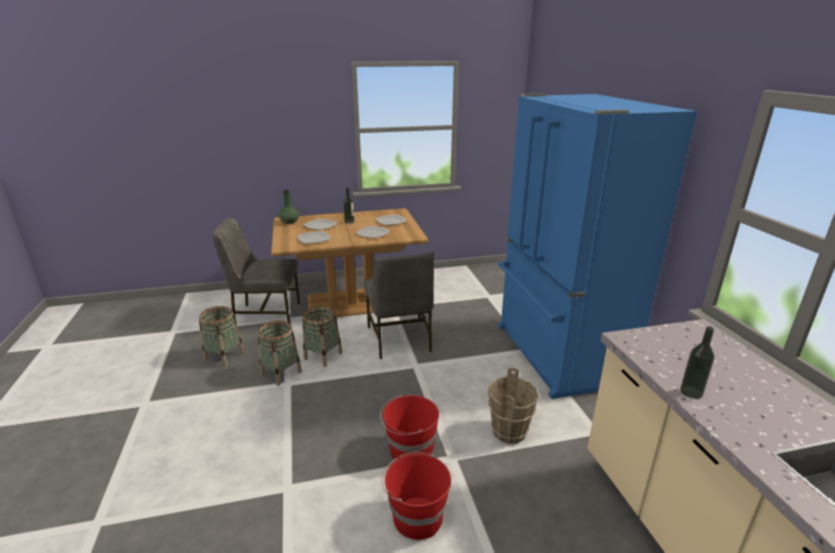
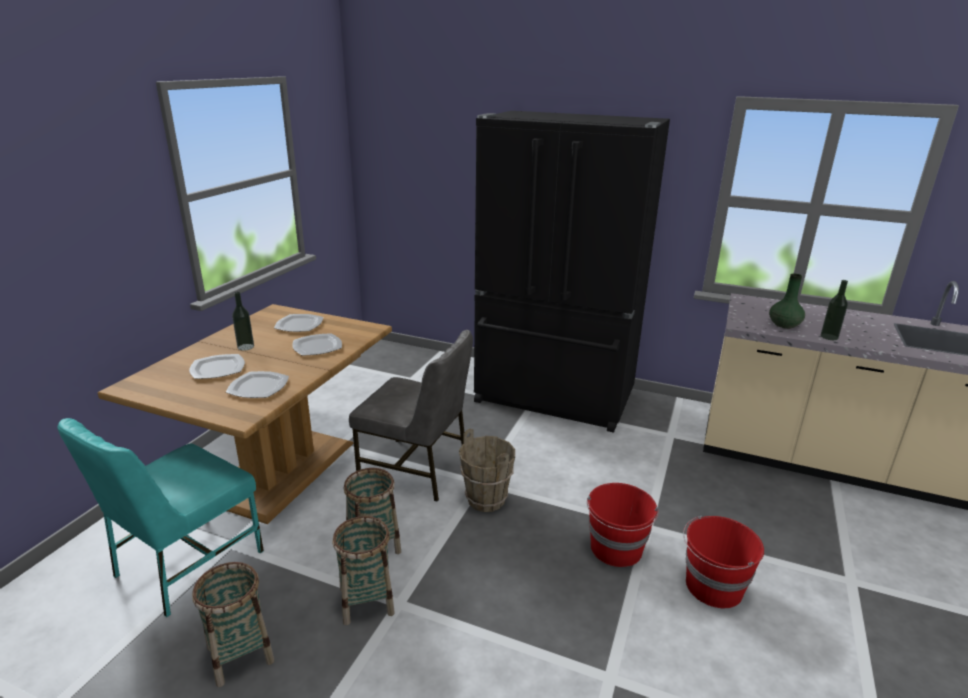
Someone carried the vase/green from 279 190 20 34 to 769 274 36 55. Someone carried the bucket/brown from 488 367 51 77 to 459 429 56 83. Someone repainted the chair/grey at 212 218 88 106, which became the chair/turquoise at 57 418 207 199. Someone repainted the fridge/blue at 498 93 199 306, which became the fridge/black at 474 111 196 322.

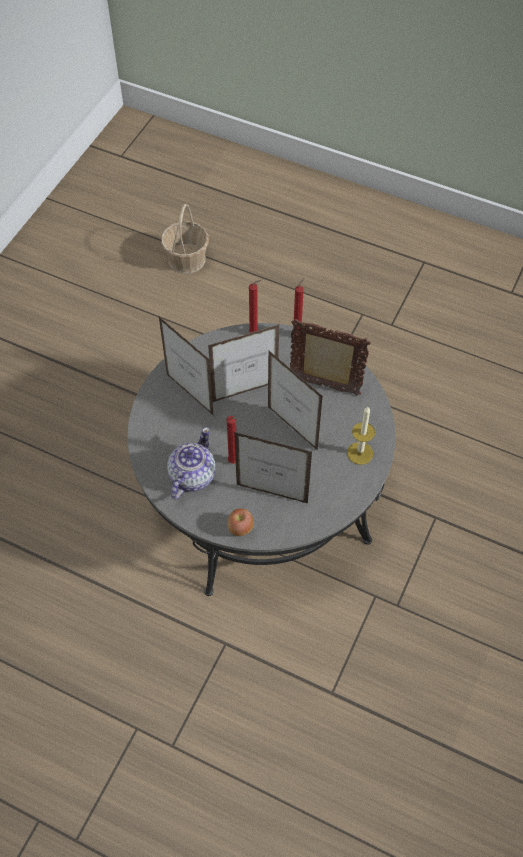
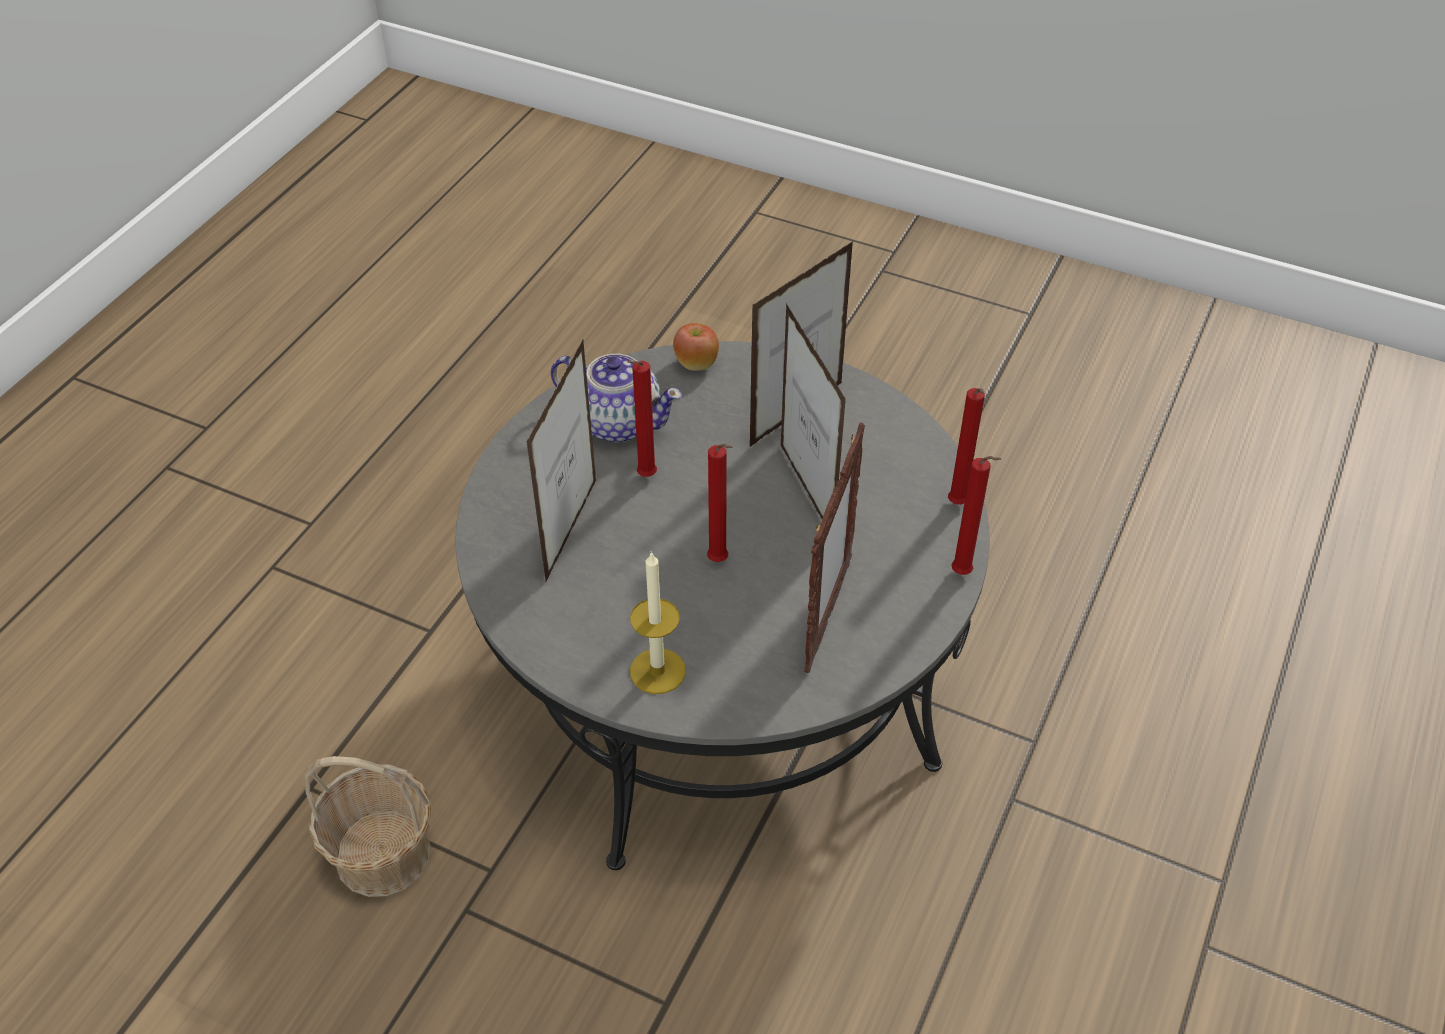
Someone carried the basket from 161 204 48 70 to 305 756 126 141. Someone carried the apple from 227 509 27 27 to 673 323 46 48. Someone swapped the picture frame at 268 350 55 101 for the candle/red at 707 444 25 118.

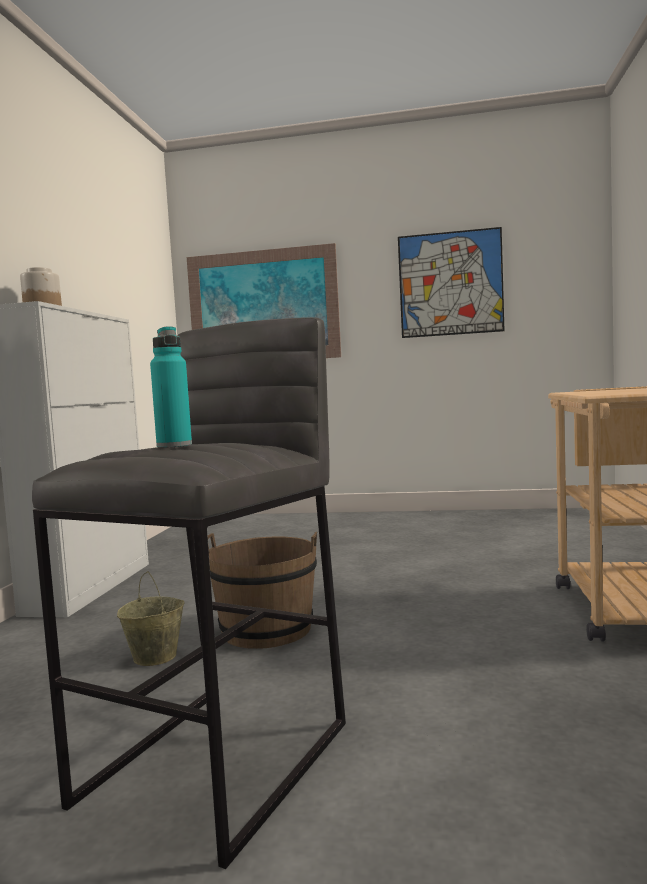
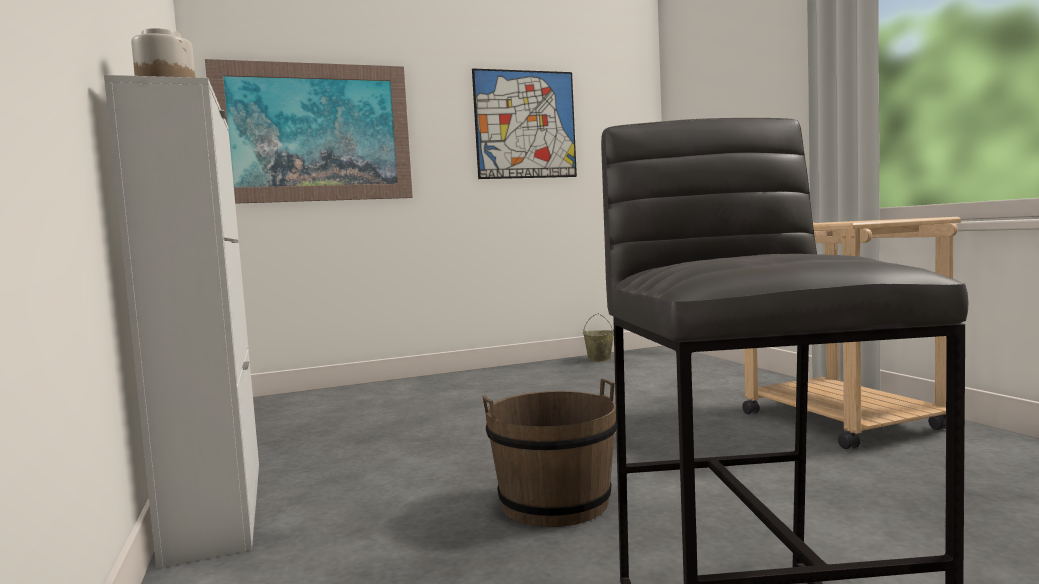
Someone took away the bottle/turquoise at 150 326 42 121. Someone carried the bucket/beige from 117 571 68 95 to 583 313 31 49.

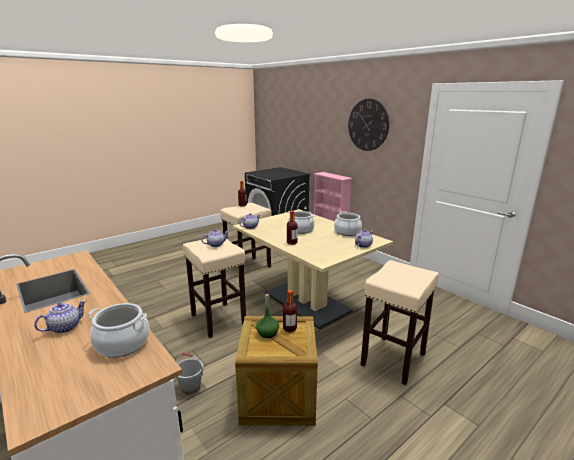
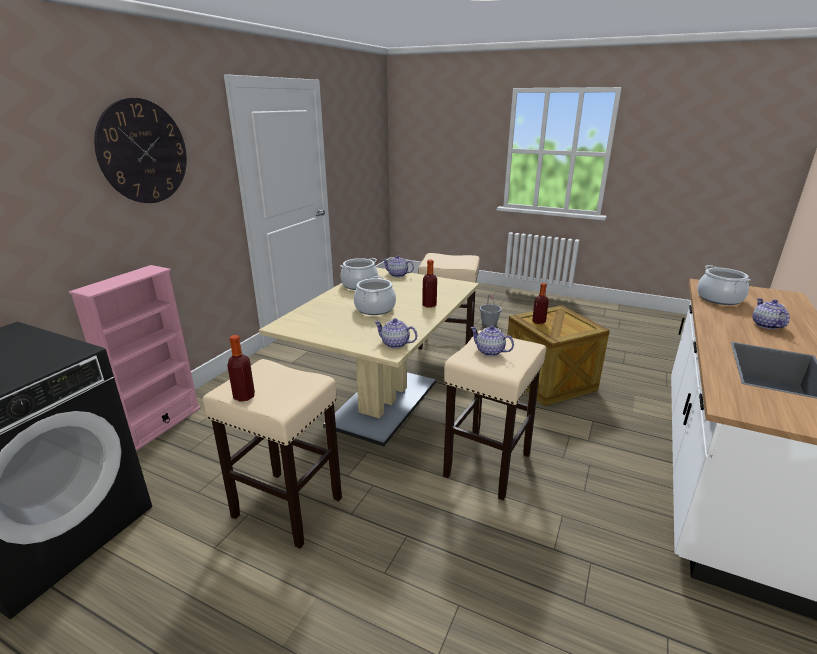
Someone took away the bottle/green at 256 294 23 44. Someone carried the bucket/grey from 175 352 29 42 to 480 294 22 33. Someone rotated the teapot at 34 300 53 33 by 75 degrees clockwise.

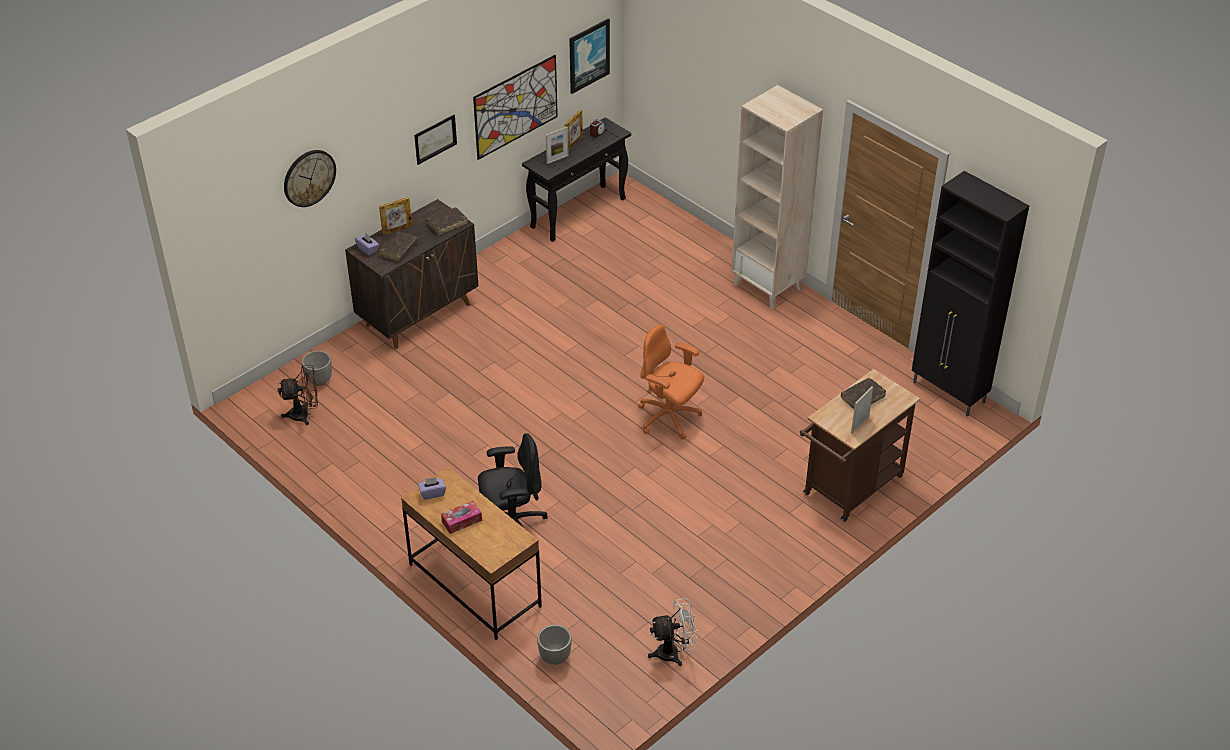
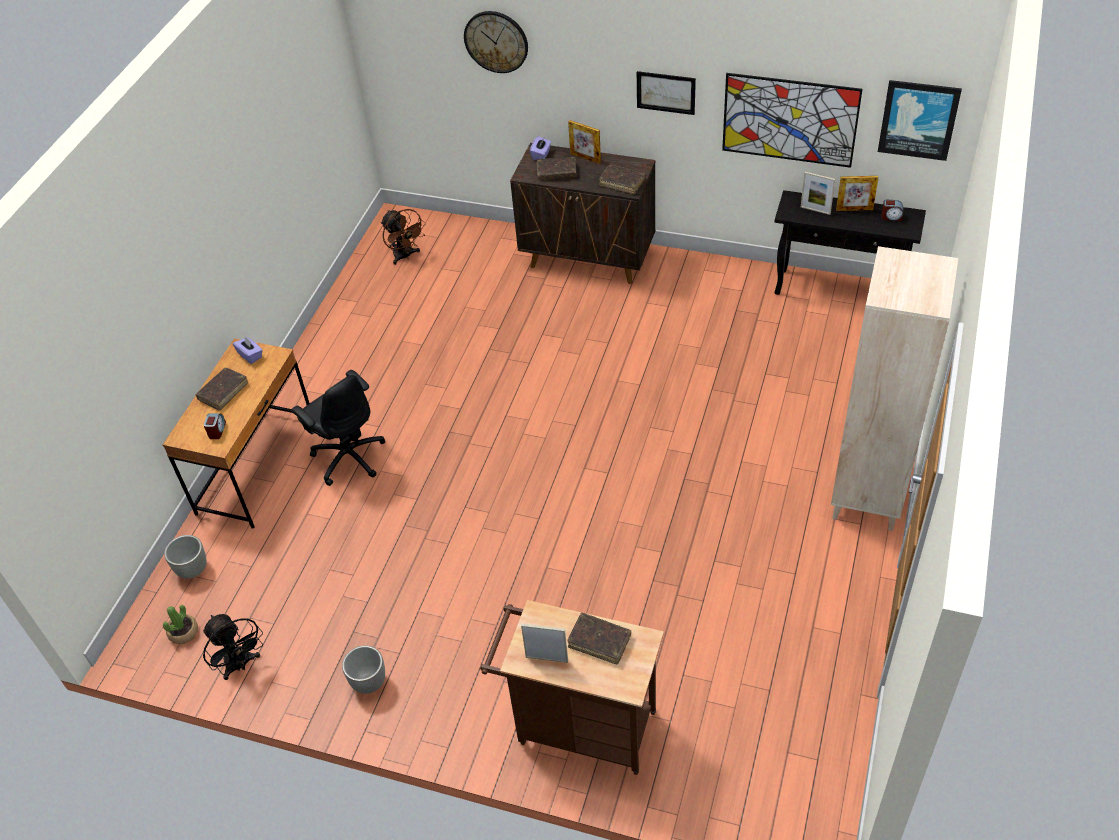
Someone took away the office chair/orange at 638 325 66 114. Someone took away the cabinet/black at 912 171 117 246. Someone put down the potted plant at 163 605 35 39. Someone put down the alarm clock at 204 413 22 26. Someone carried the planter from 302 351 30 35 to 342 645 43 49. Someone swapped the tissue box at 441 501 41 33 for the book/brown at 195 368 53 42. Someone repainted the fan/white at 648 598 50 68, which became the fan/black at 203 614 60 66.

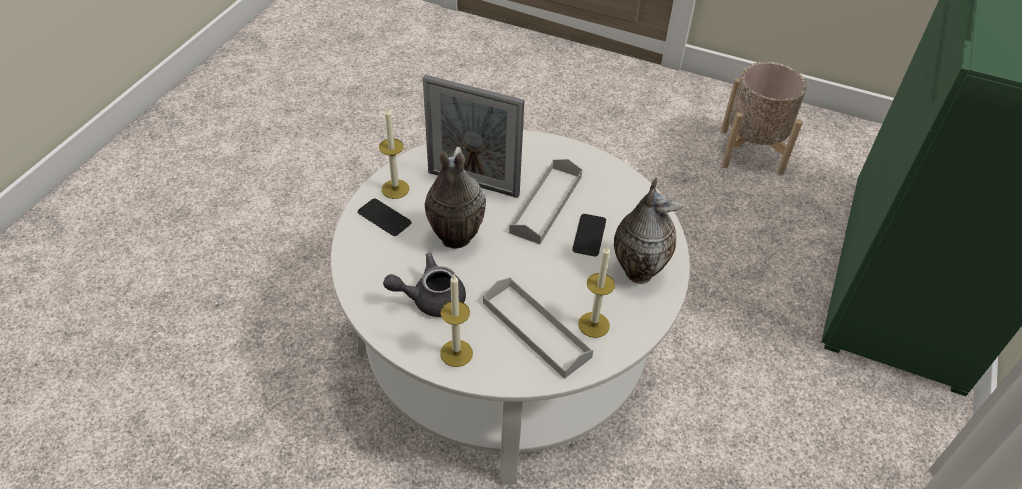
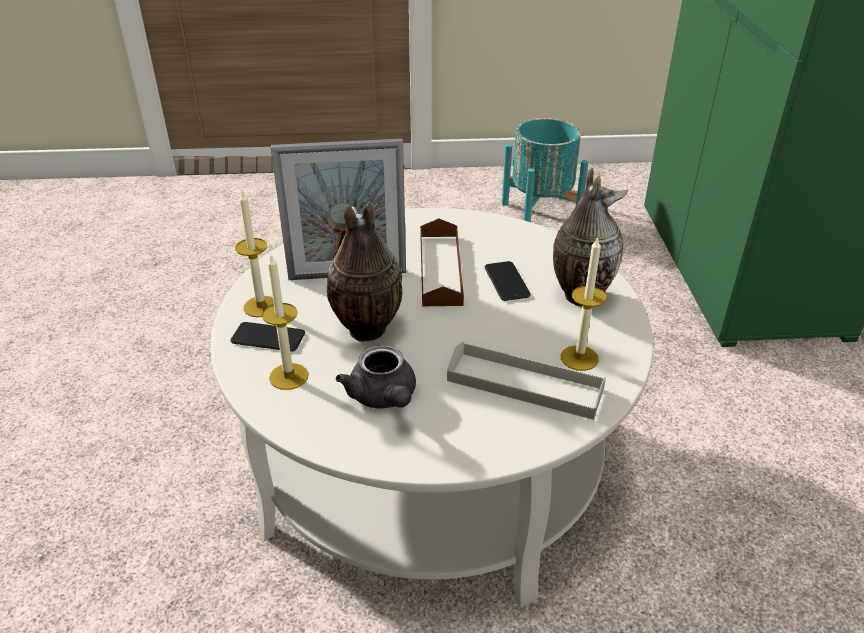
Someone carried the candle from 440 275 33 92 to 262 255 47 135. Someone repainted the tray/grey at 509 159 74 85, which became the tray/brown at 420 218 44 88. Someone repainted the planter/beige at 721 62 86 113, which became the planter/turquoise at 502 118 86 104. Someone rotated the teapot/grey at 383 253 83 64 by 75 degrees counterclockwise.

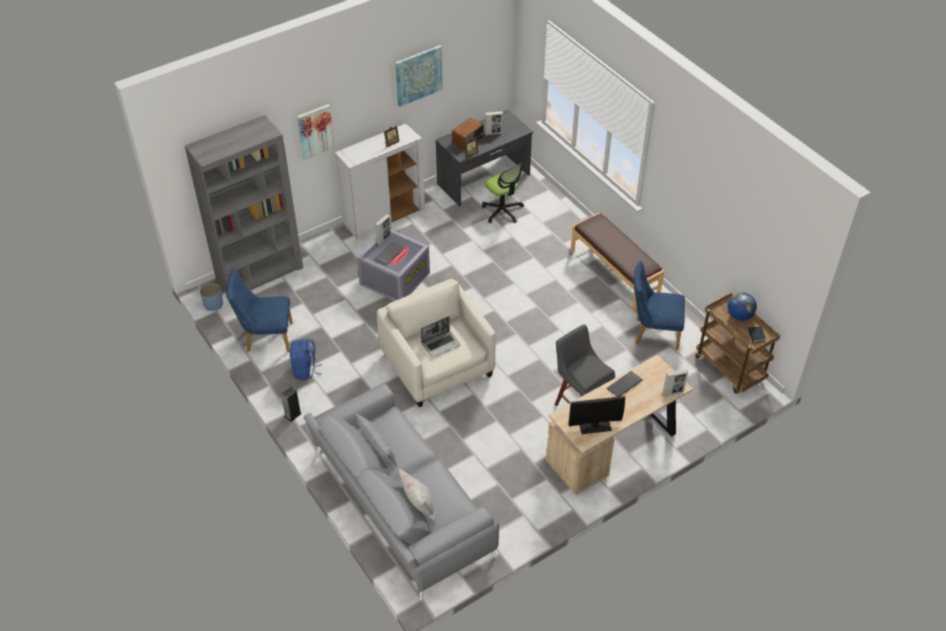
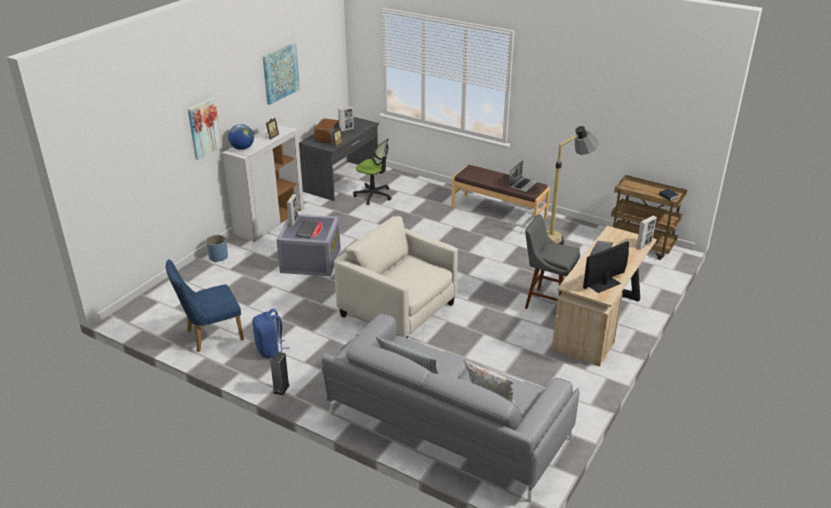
Someone took away the bookcase/grey at 185 115 118 177. Someone carried the planter/blue from 200 283 23 28 to 206 235 22 27. Someone carried the laptop from 421 316 40 41 to 509 161 29 31. Someone carried the globe from 728 292 29 29 to 228 124 26 26. Someone swapped the chair/blue at 634 261 51 89 for the floor lamp at 546 126 53 119.

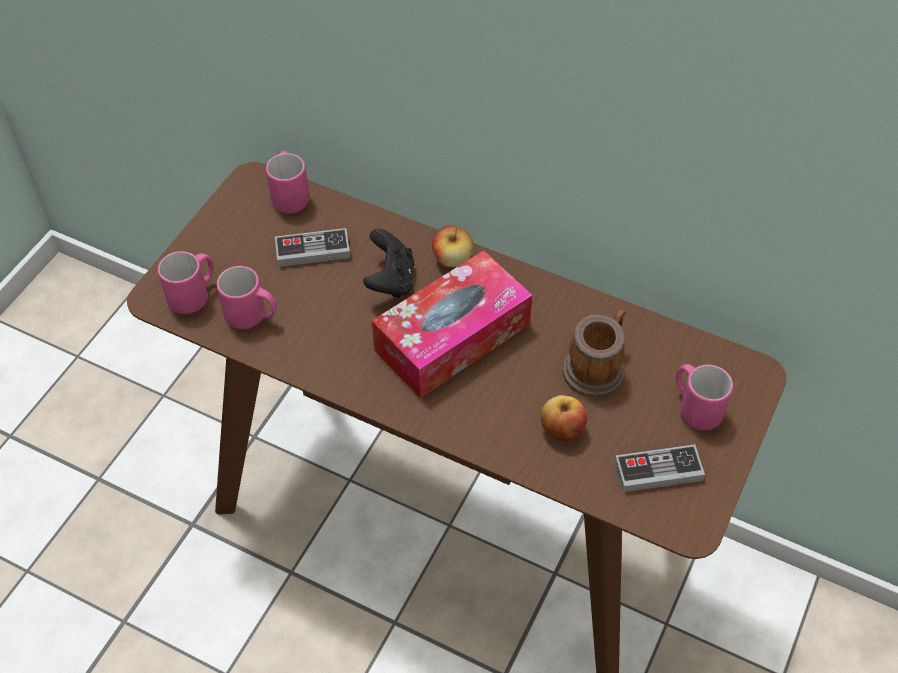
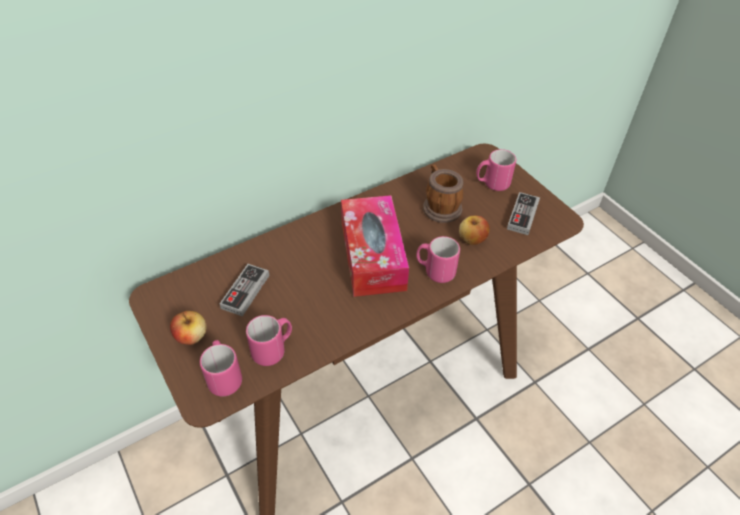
Someone took away the game controller/black at 363 229 51 69. Someone carried the mug/pink from 266 151 43 62 to 416 236 44 47. Someone carried the apple from 432 225 42 42 to 170 311 36 34.

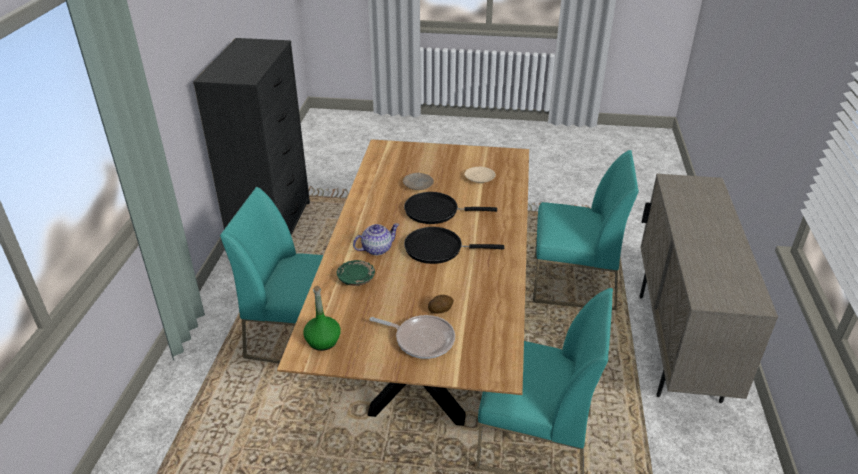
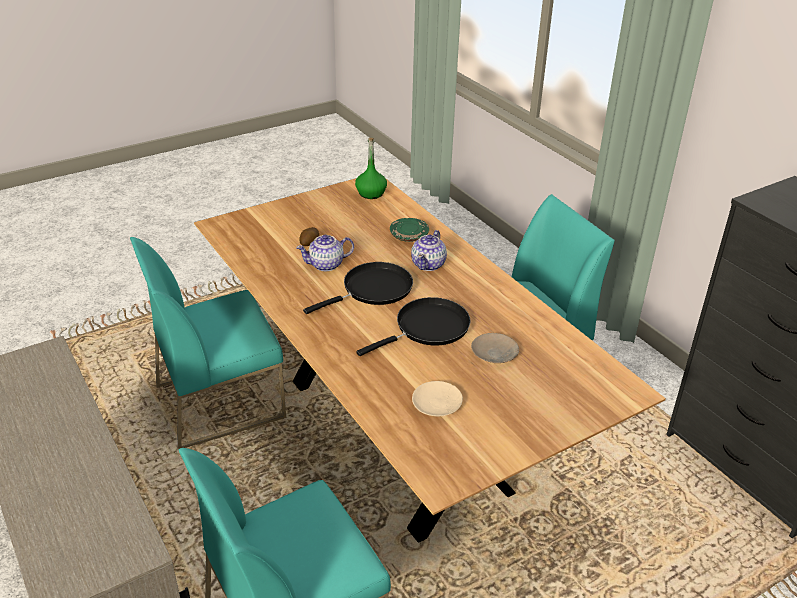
Someone took away the frying pan at 369 315 86 44. Someone put down the teapot at 296 235 58 36.

